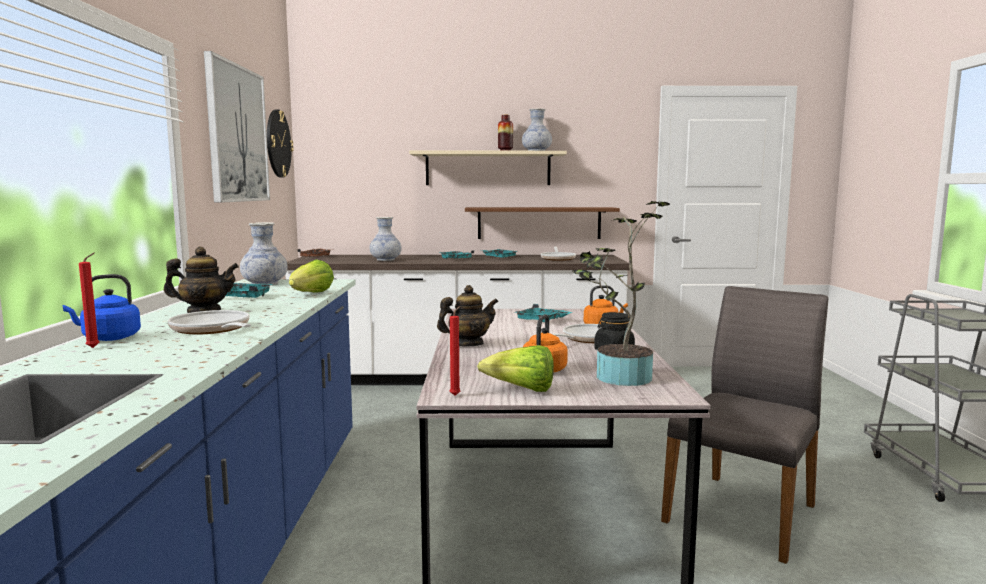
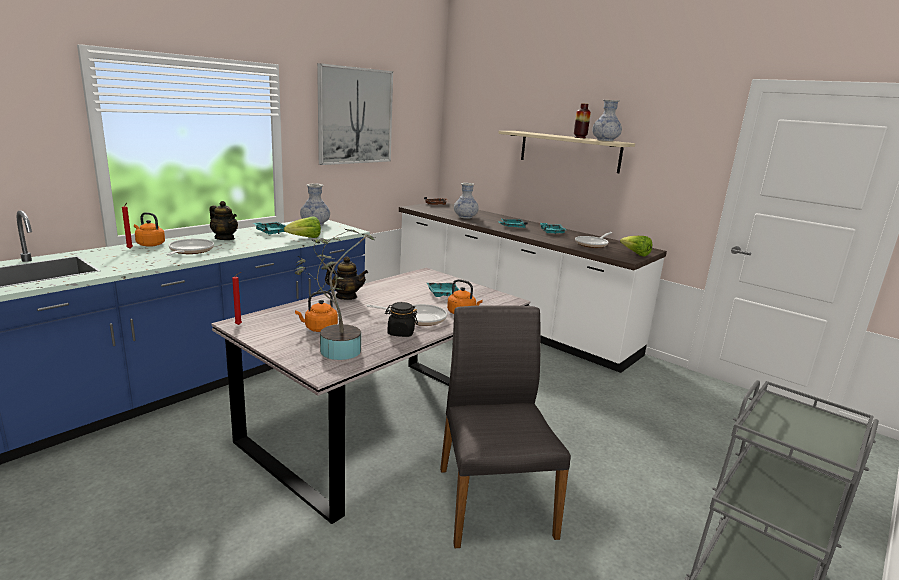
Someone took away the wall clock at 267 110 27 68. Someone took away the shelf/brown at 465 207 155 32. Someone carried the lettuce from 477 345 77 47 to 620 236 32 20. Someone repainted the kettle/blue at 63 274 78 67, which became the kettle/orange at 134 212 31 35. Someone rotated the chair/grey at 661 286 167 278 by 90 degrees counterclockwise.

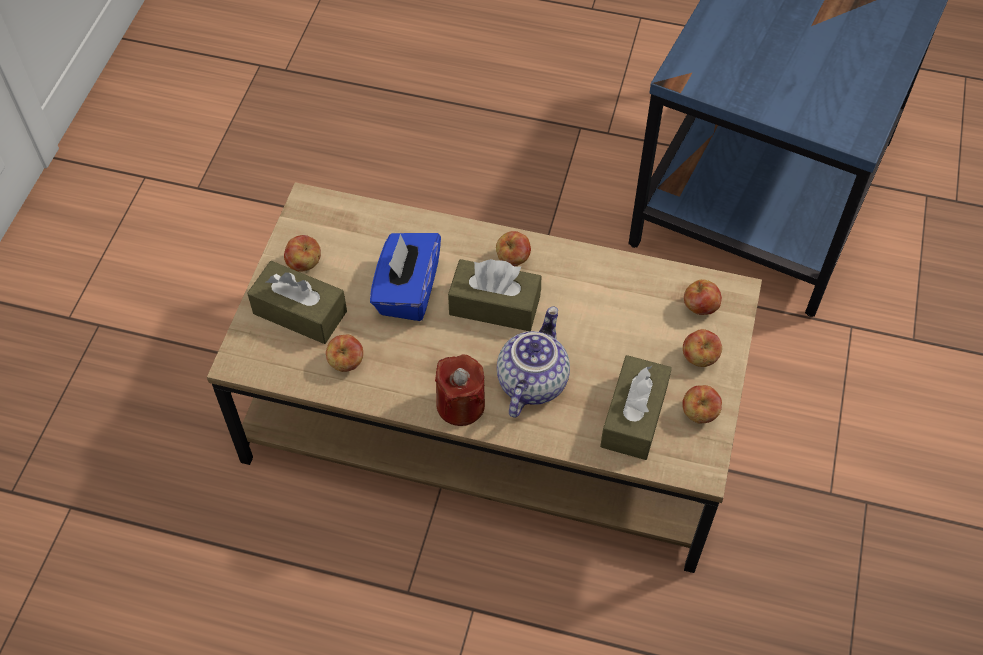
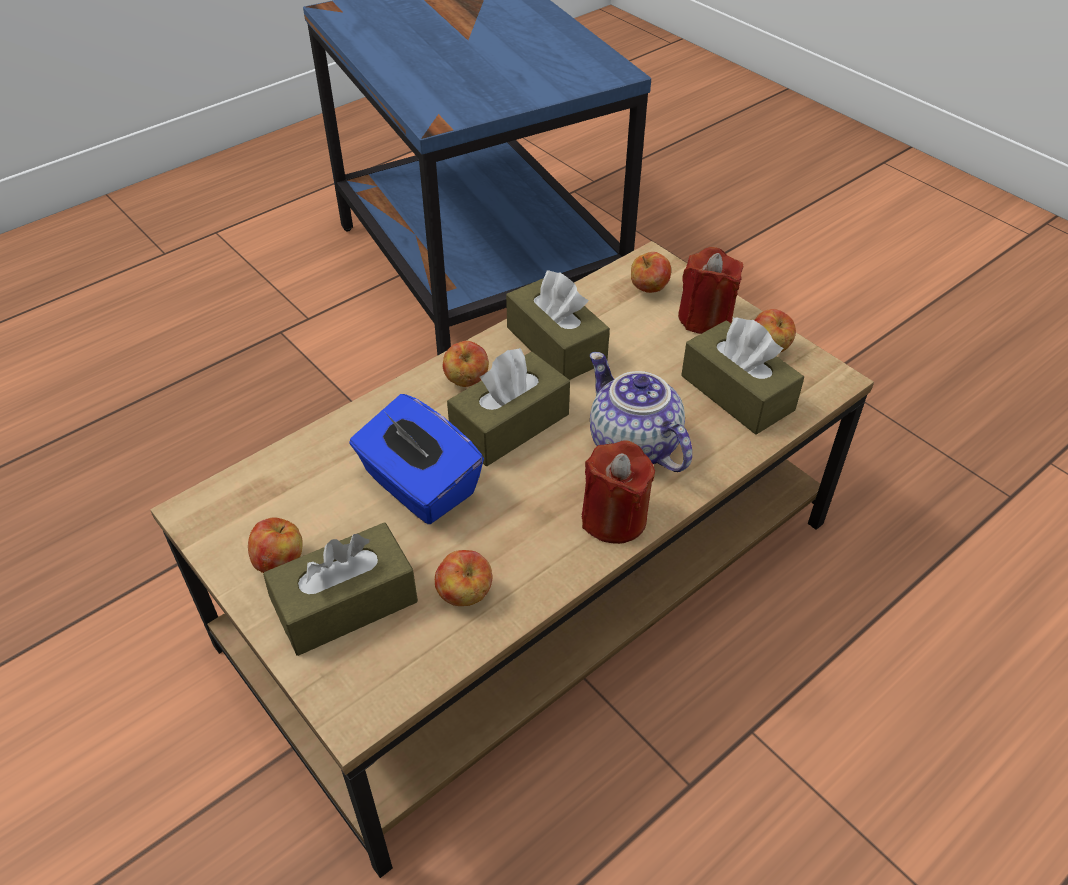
Someone put down the tissue box/brown at 506 270 104 110. Someone swapped the apple at 683 329 39 38 for the candle/red at 678 247 65 87.

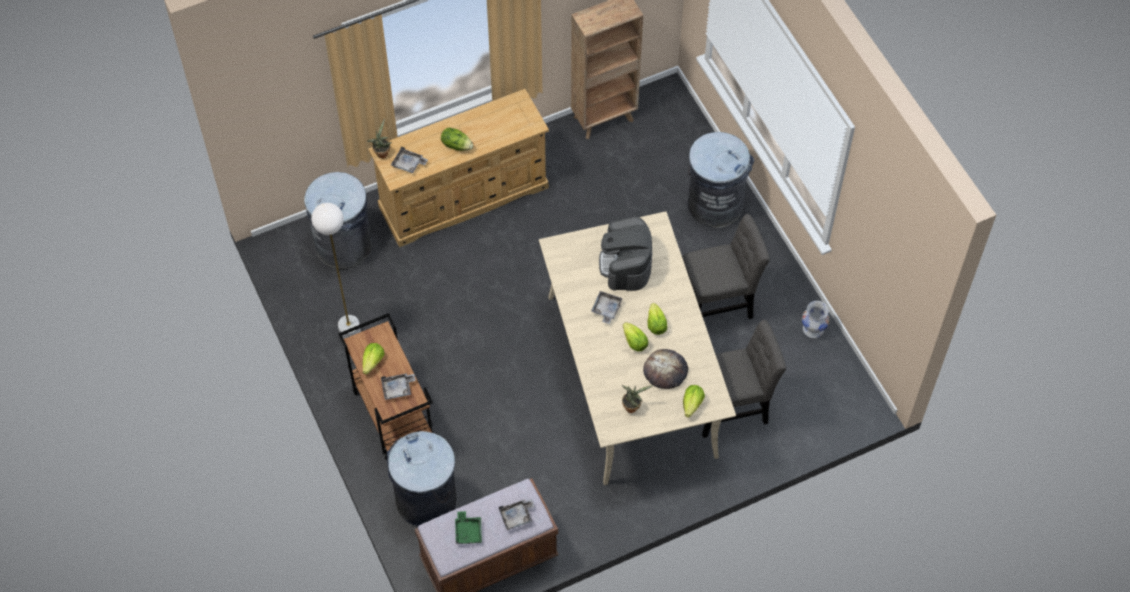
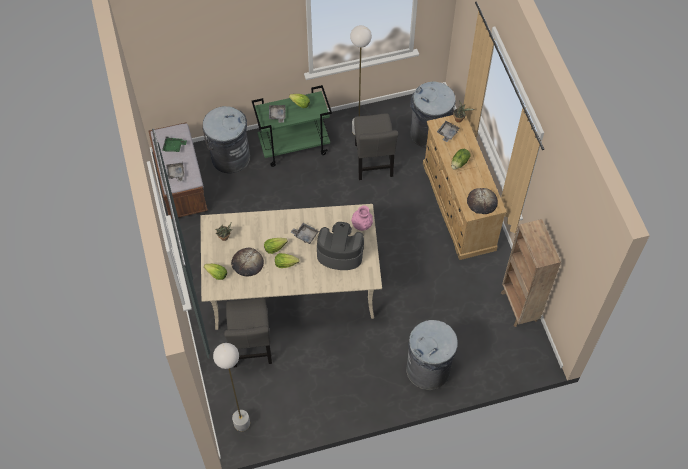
Someone took away the vase/white at 802 301 27 37. Someone put down the floor lamp/white at 213 343 37 88. Someone put down the vase/pink at 351 206 22 25. Someone put down the bread at 467 188 31 26. Someone carried the chair/grey from 682 214 88 105 to 354 113 44 67. Someone repainted the cart/brown at 338 313 95 147, which became the cart/green at 252 85 80 82.

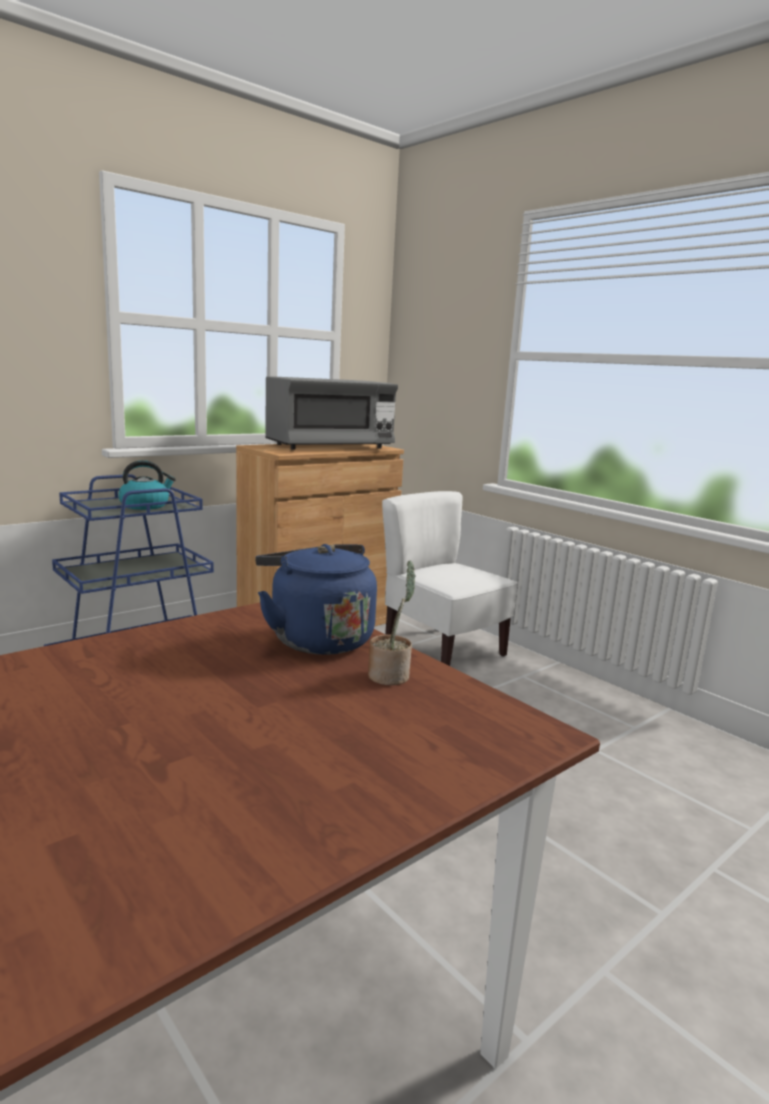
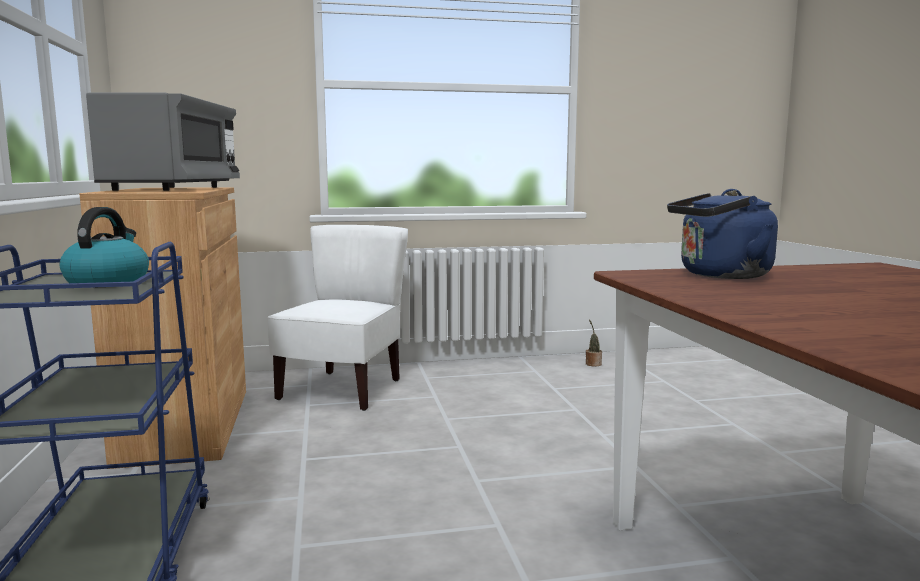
Someone carried the potted plant from 368 561 48 124 to 586 319 16 48. Someone rotated the chair/white at 382 491 136 175 by 120 degrees clockwise.

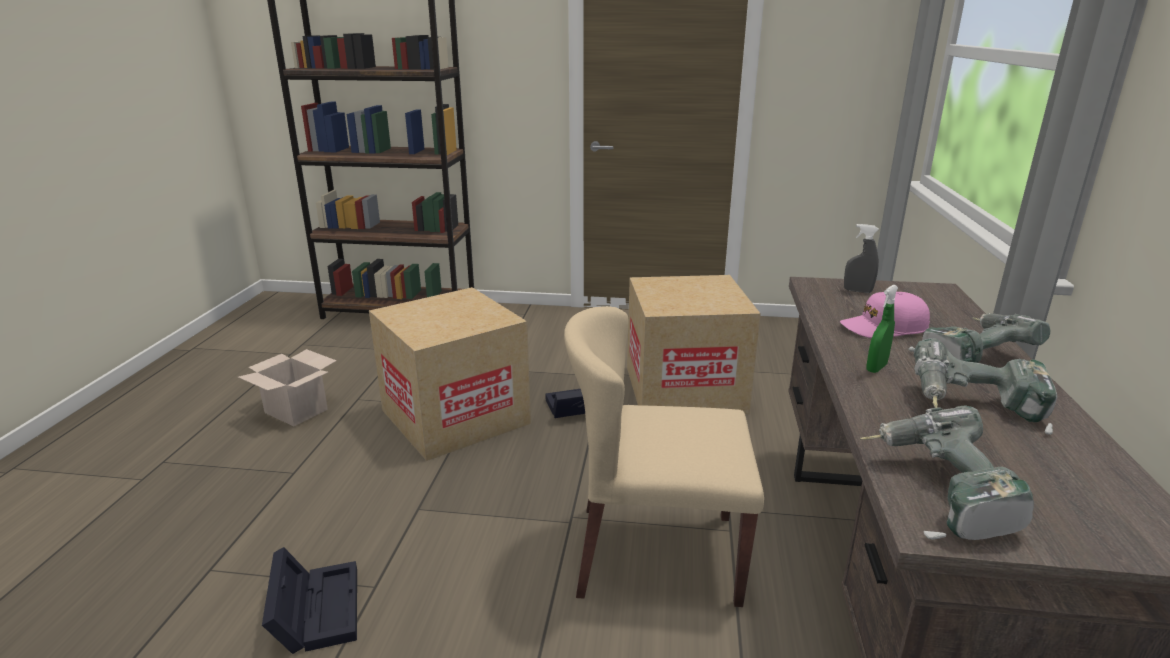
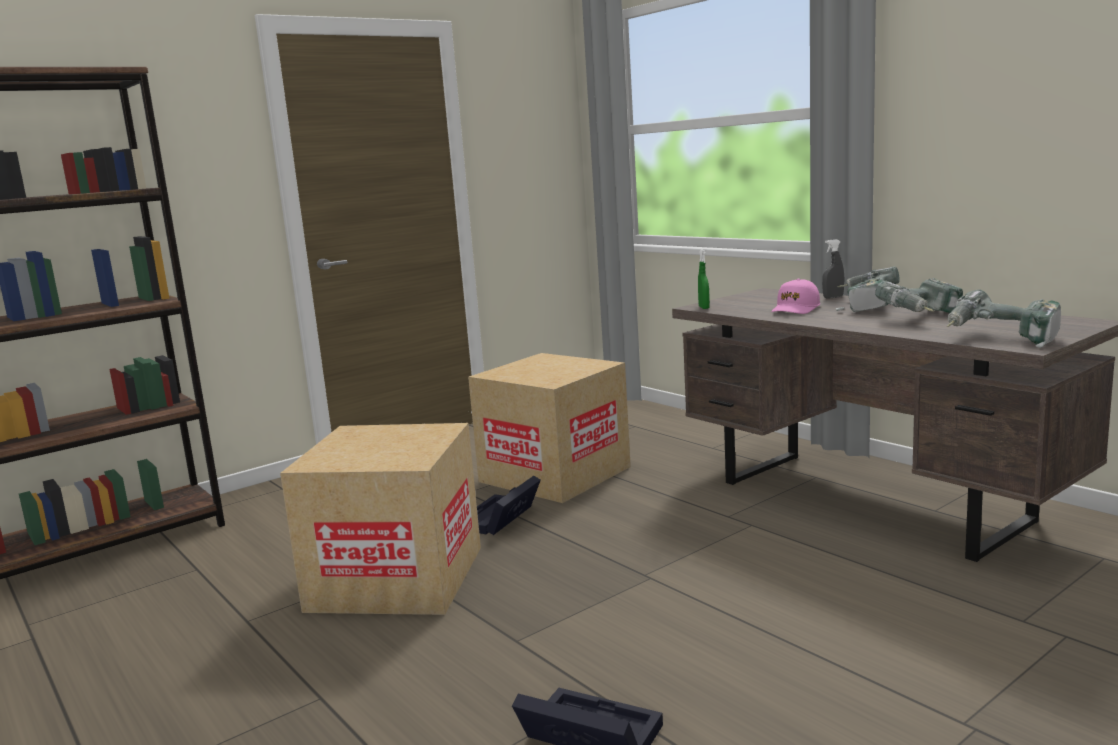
Someone took away the cardboard box at 238 349 99 77. Someone took away the chair/beige at 564 306 200 301. Someone carried the spray bottle/grey from 844 224 35 69 to 822 239 22 60. Someone carried the spray bottle/green from 866 285 32 88 to 698 249 12 60.

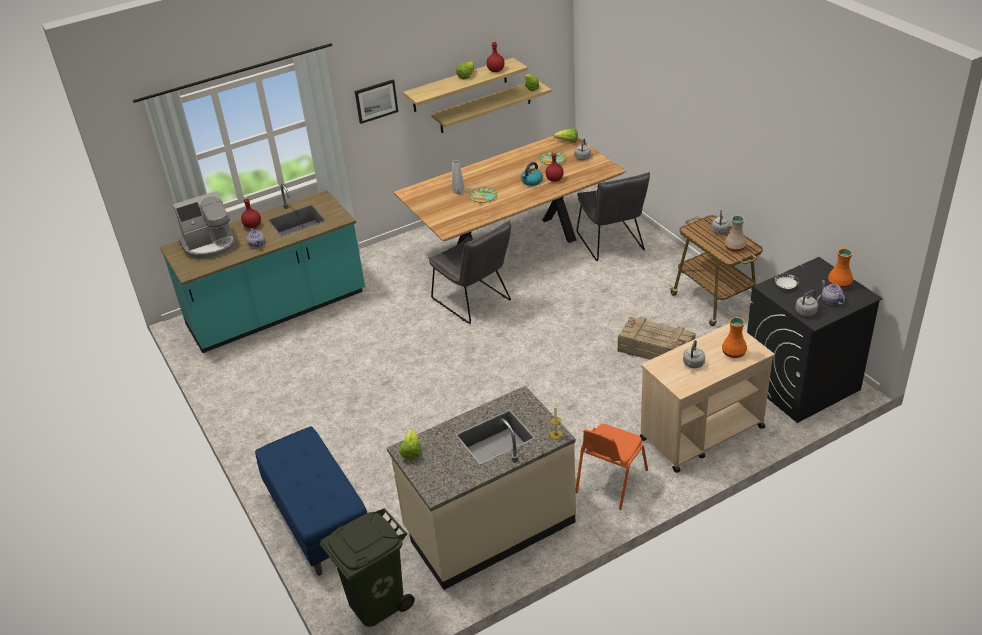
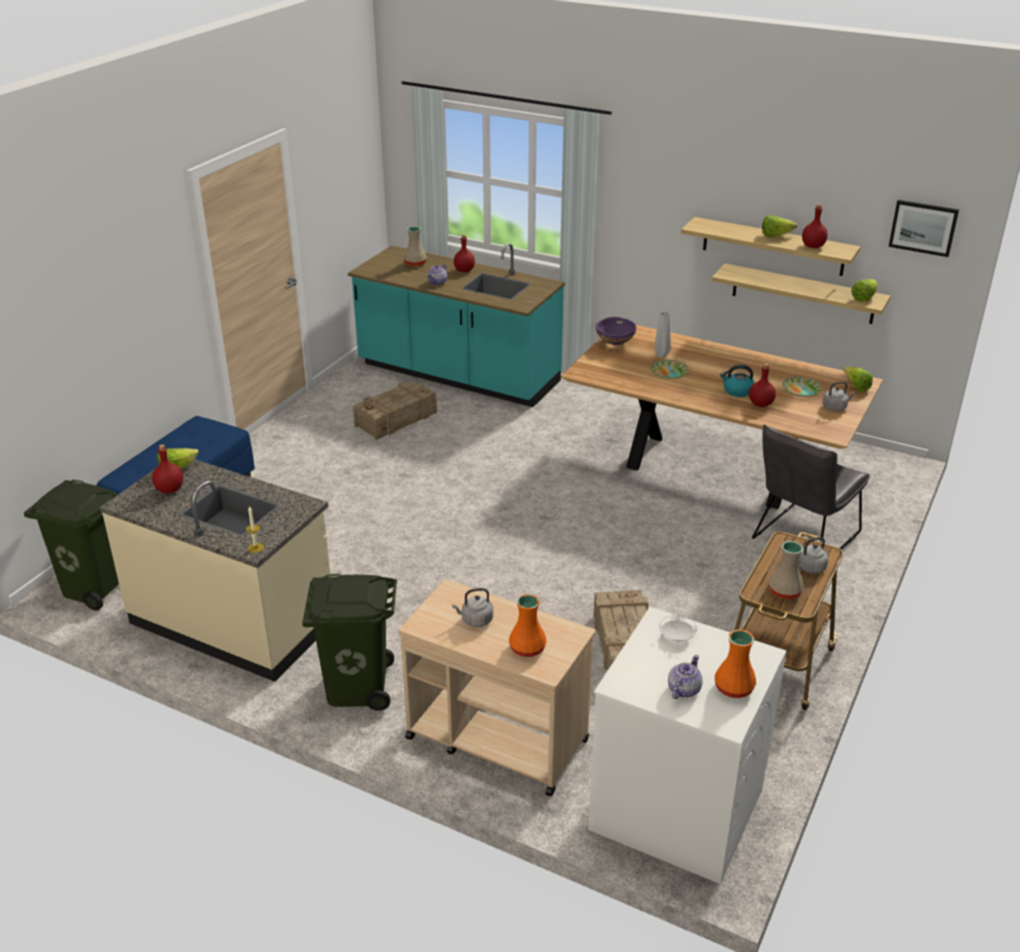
Someone took away the chair/grey at 428 221 83 103. Someone took away the kettle/grey at 795 290 27 26. Someone put down the bottle/red at 152 445 31 48. Someone put down the crate at 353 380 84 60. Someone put down the bowl/purple at 596 317 40 28. Someone carried the picture from 355 80 43 44 to 888 200 71 57. Someone swapped the coffee machine at 173 191 64 68 for the vase/beige at 404 226 23 41. Someone swapped the chair/orange at 575 424 73 86 for the trash can/green at 302 574 95 137. Someone repainted the washing machine/black at 747 257 136 166, which became the washing machine/white at 588 607 198 277.

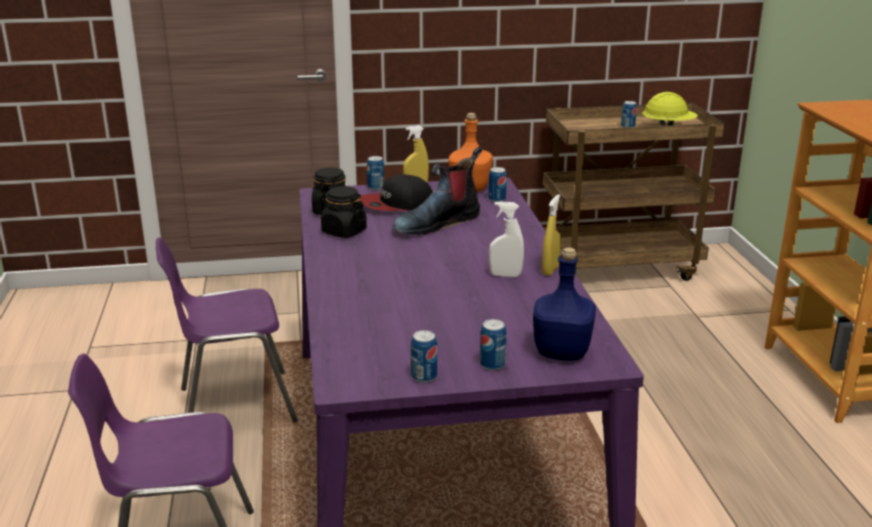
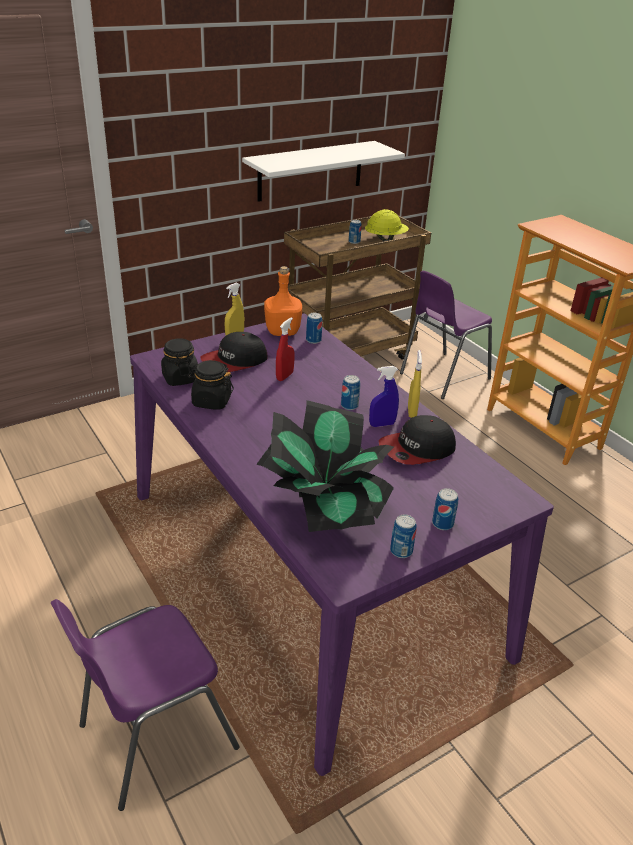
Someone took away the bottle/blue at 533 247 63 114. Someone put up the shelf/white at 242 141 163 61. Someone put down the potted plant at 256 400 138 132. Someone put down the cap at 379 415 77 50. Someone carried the chair/purple from 156 237 142 186 to 400 271 92 128. Someone carried the can from 367 156 17 34 to 341 375 19 35. Someone swapped the boot at 393 146 89 89 for the spray bottle/red at 276 317 18 64. Someone repainted the spray bottle/white at 489 201 35 76, which became the spray bottle/blue at 369 366 30 61.

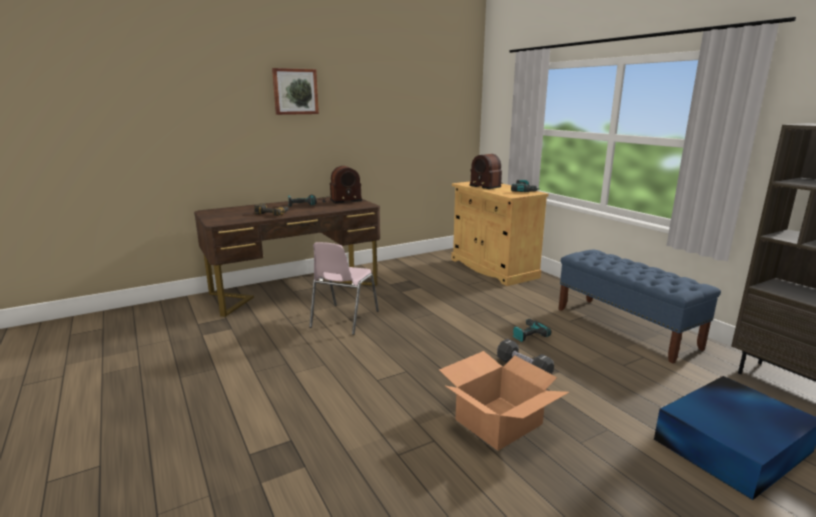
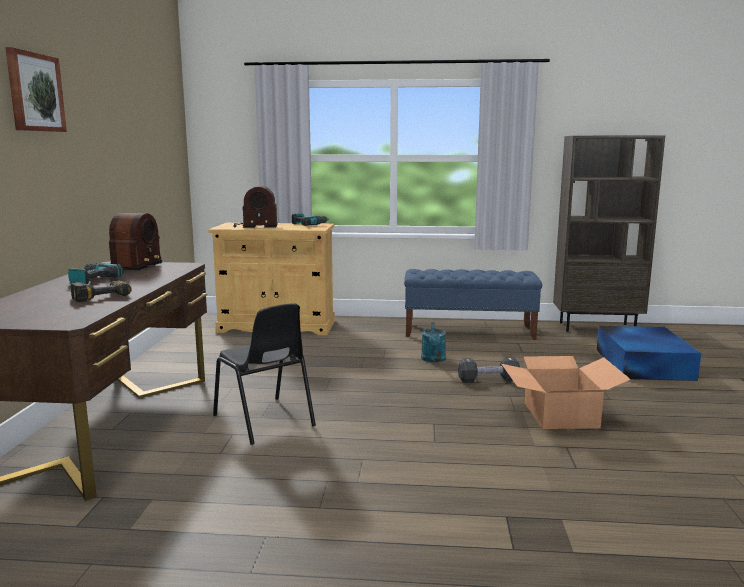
Someone swapped the power drill at 513 319 39 23 for the watering can/turquoise at 421 322 25 41. Someone repainted the chair/pink at 309 242 70 93, which became the chair/black at 213 304 103 141.

